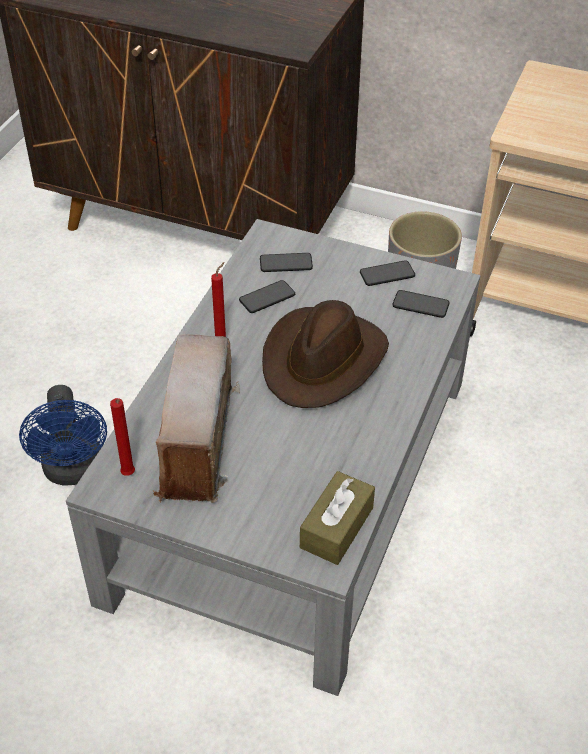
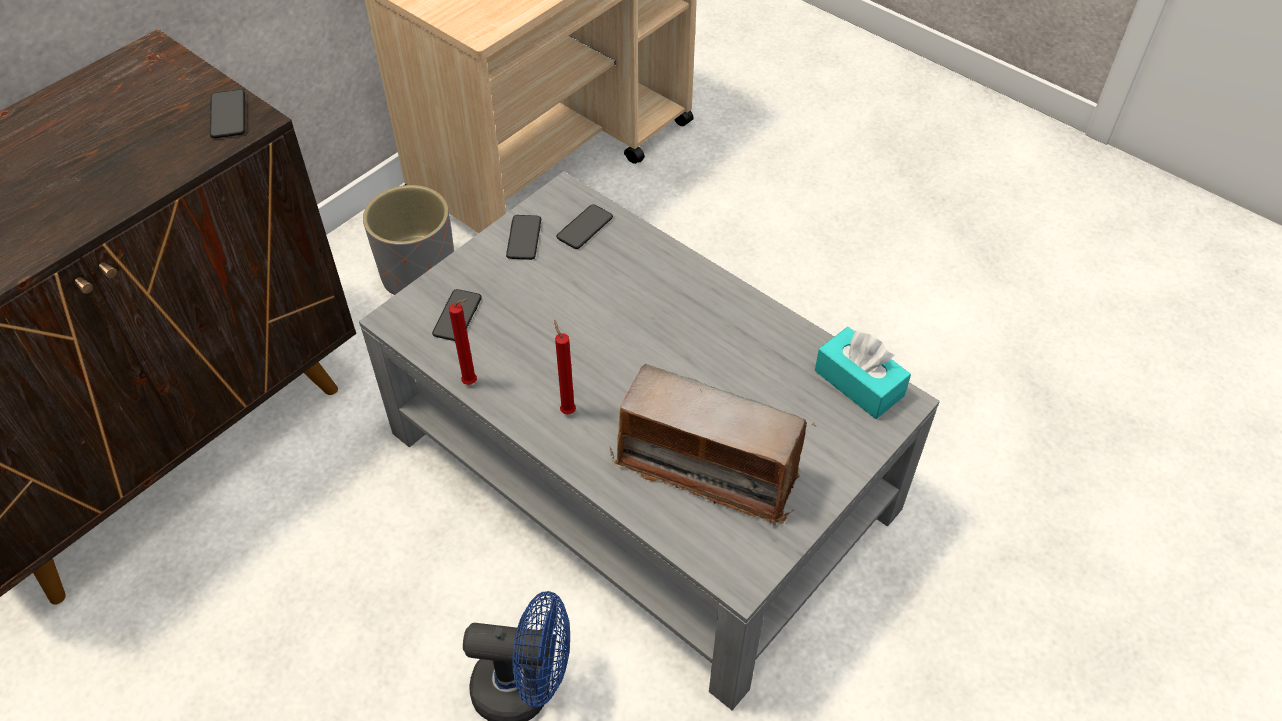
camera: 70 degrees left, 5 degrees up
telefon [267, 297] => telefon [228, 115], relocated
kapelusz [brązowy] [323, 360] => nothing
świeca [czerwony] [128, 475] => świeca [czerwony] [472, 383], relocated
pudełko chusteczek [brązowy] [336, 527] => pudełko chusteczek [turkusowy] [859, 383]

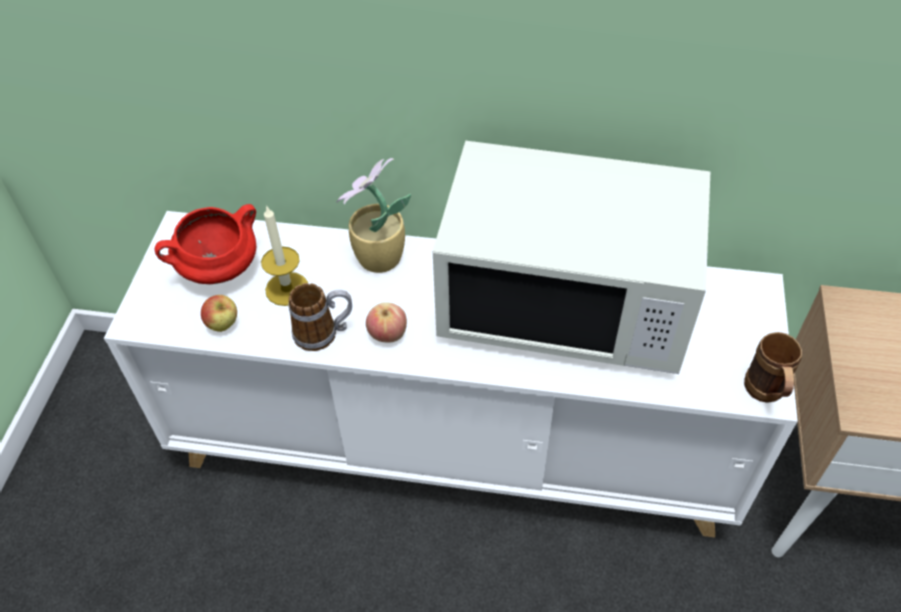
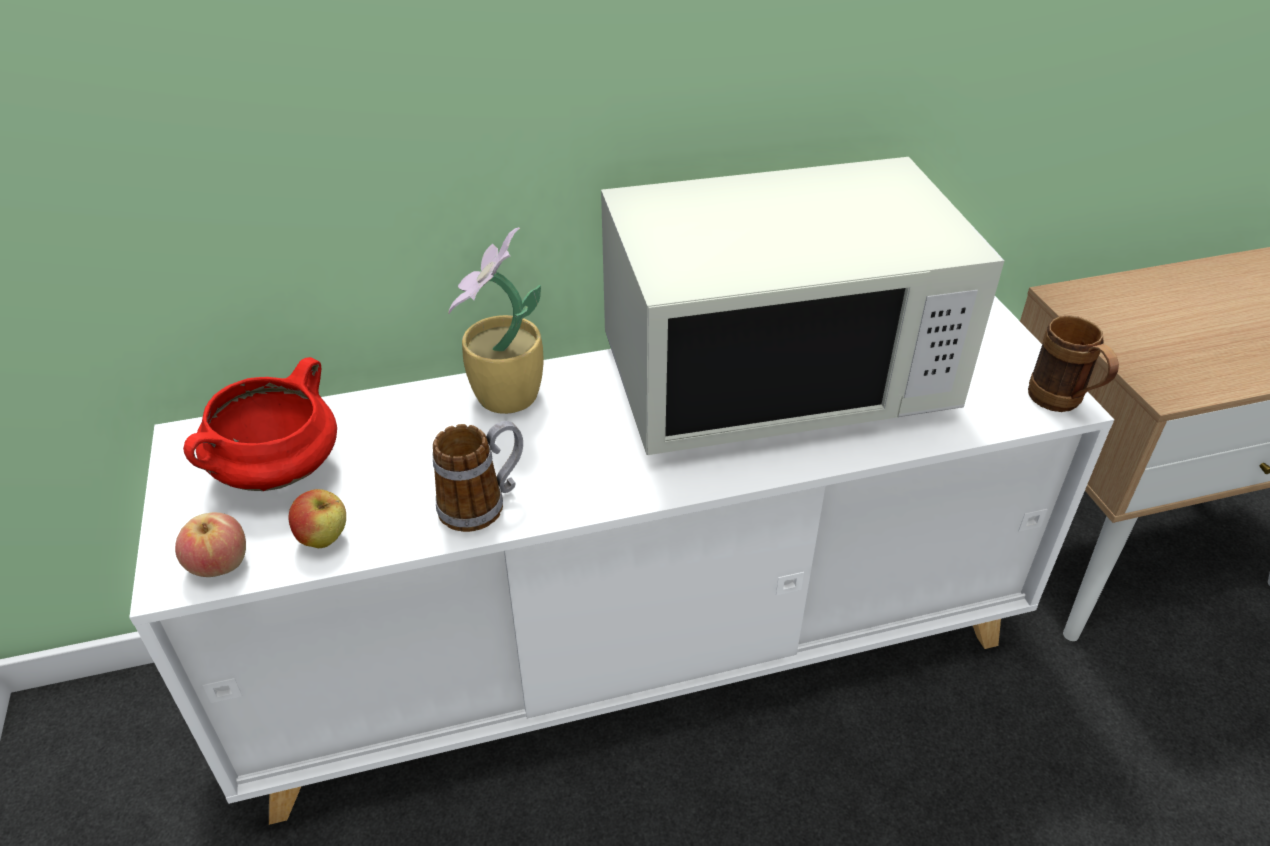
camera: 25 degrees left, 10 degrees down
świeca [287, 289] => nothing
jabłko [387, 334] => jabłko [219, 564], relocated

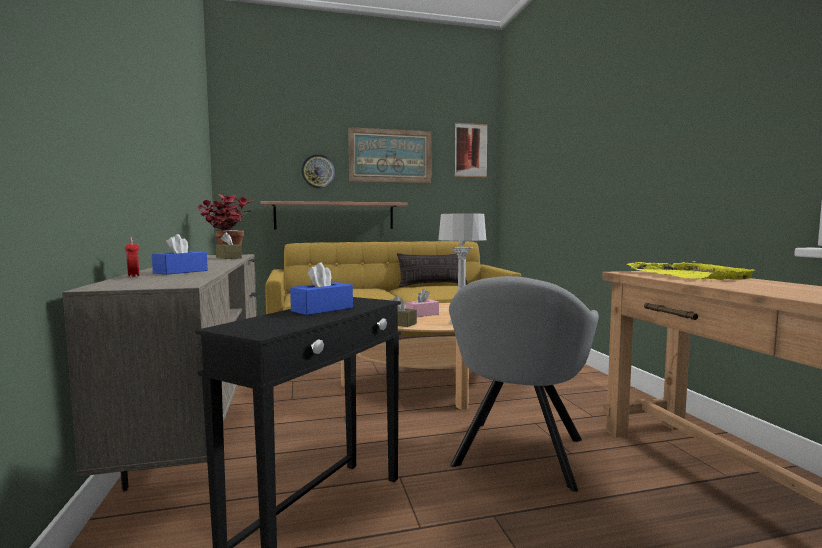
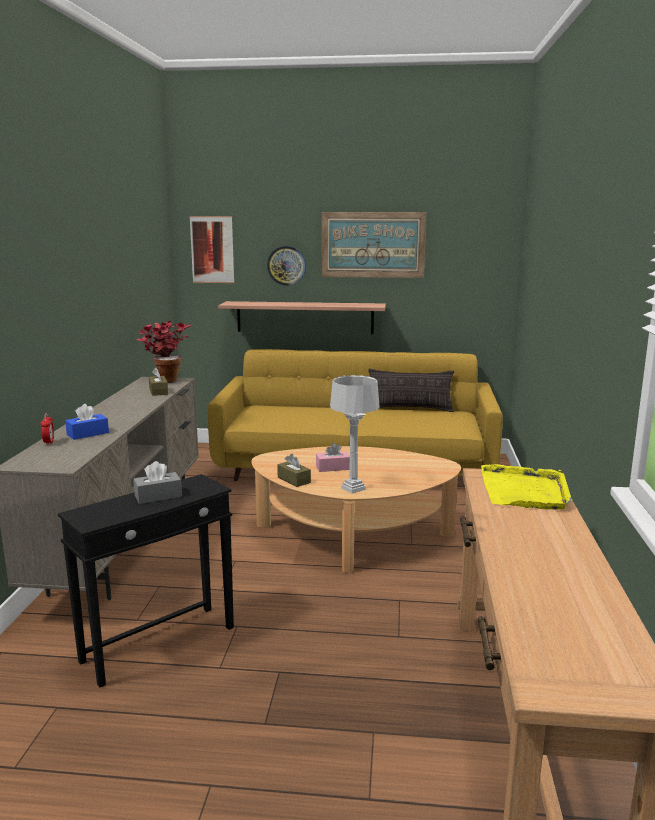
camera: 20 degrees right, 10 degrees up
obraz [470, 150] => obraz [212, 249], relocated
pudełko chusteczek [niebieski] [322, 309] => pudełko chusteczek [szary] [158, 496]
fotel [szary] [517, 455] => nothing

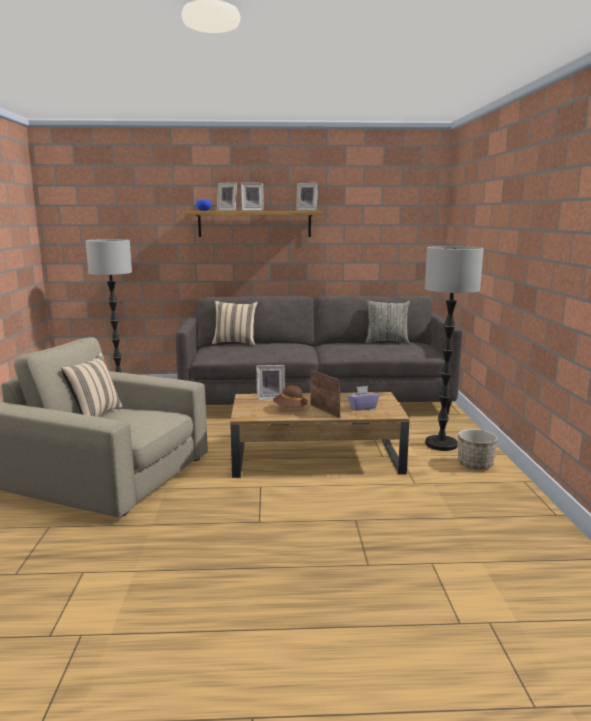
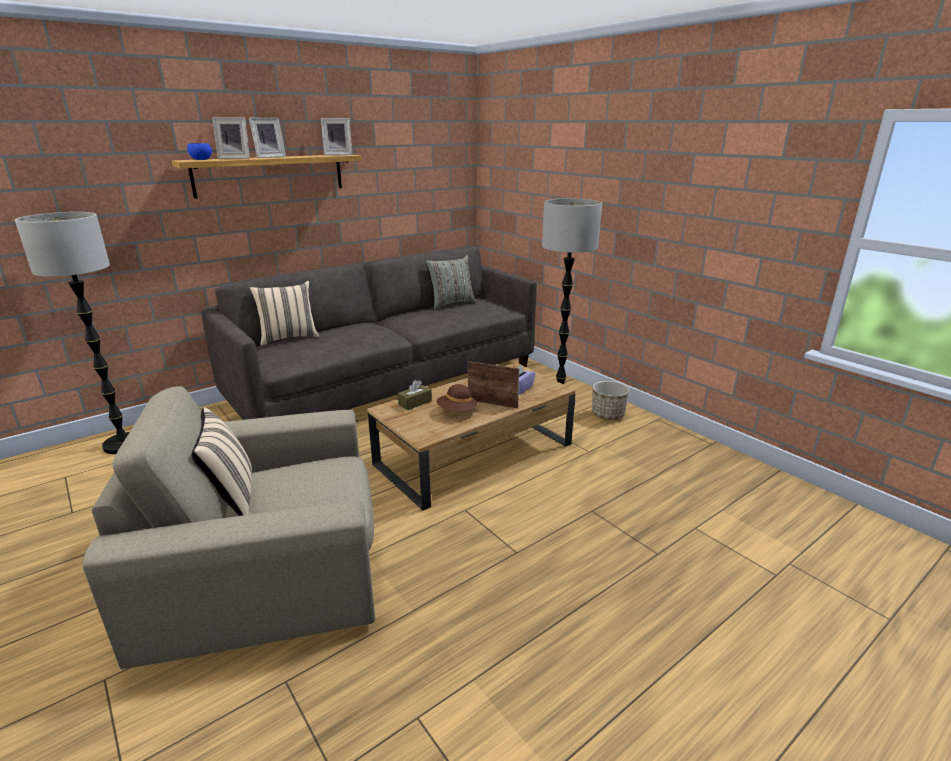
camera: 35 degrees left, 10 degrees up
ramka na zdjęcie [270, 398] => pudełko chusteczek [brązowy] [415, 403]

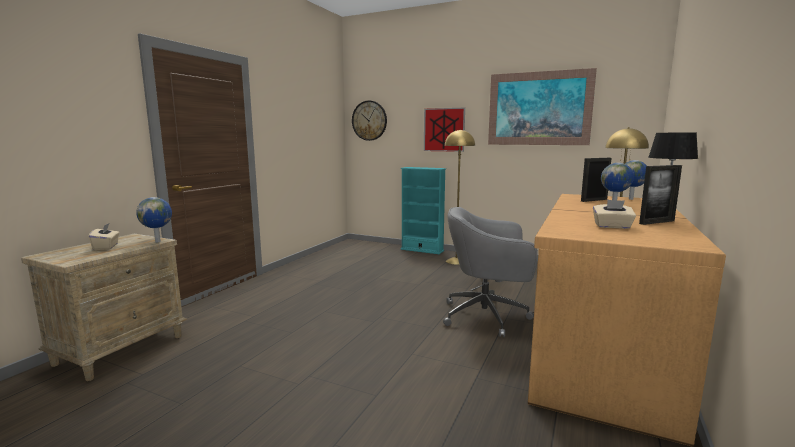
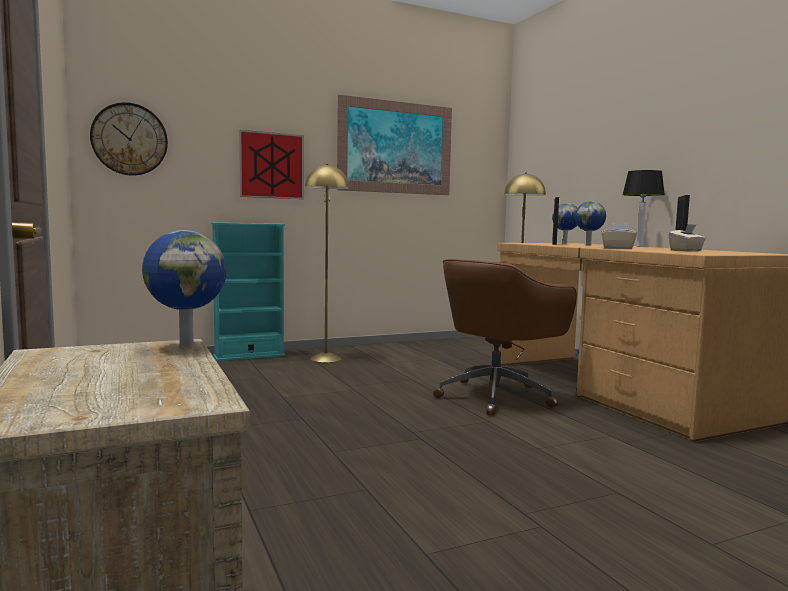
camera: 50 degrees left, 5 degrees down
krzesło biurowe [szary] [487, 316] => krzesło biurowe [brązowy] [497, 396]
pudełko chusteczek [beżowy] [106, 247] => pudełko chusteczek [beżowy] [617, 248], relocated

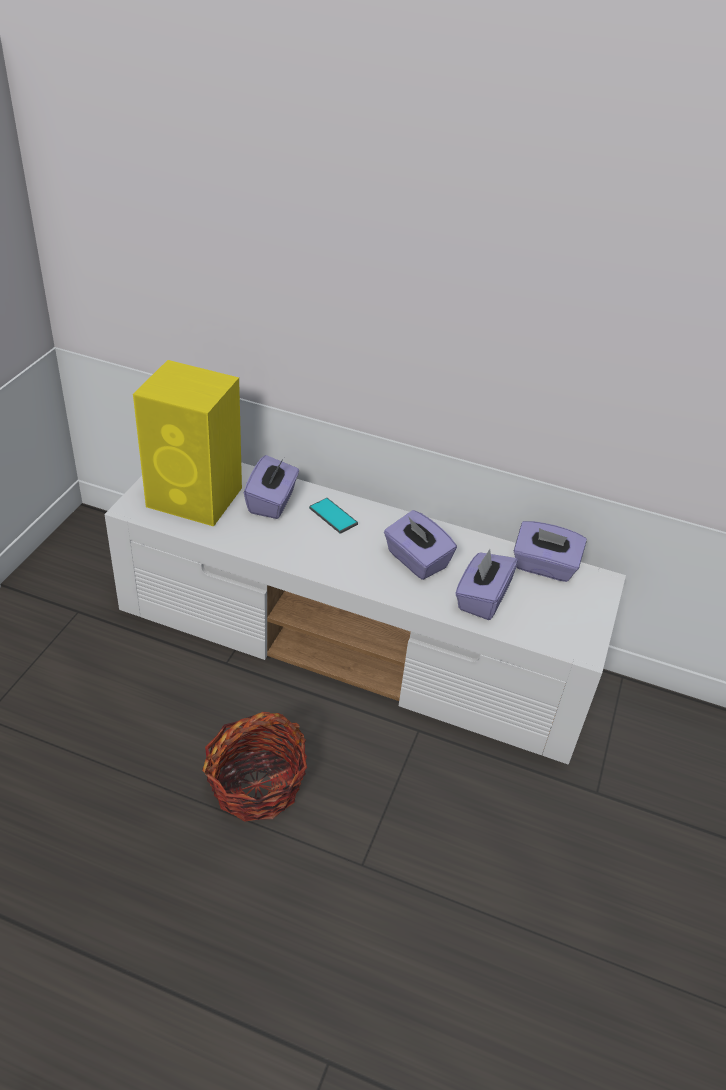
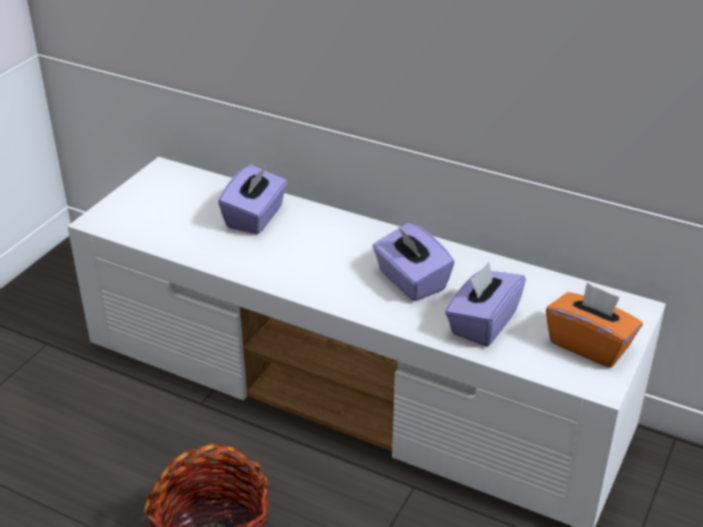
camera: 10 degrees right, 5 degrees down
głośnik [żółty] [196, 498] => nothing
telefon [333, 516] => nothing
pudełko chusteczek [fioletowy] [544, 567] => nothing
nothing => pudełko chusteczek [pomarańczowy] [589, 345]

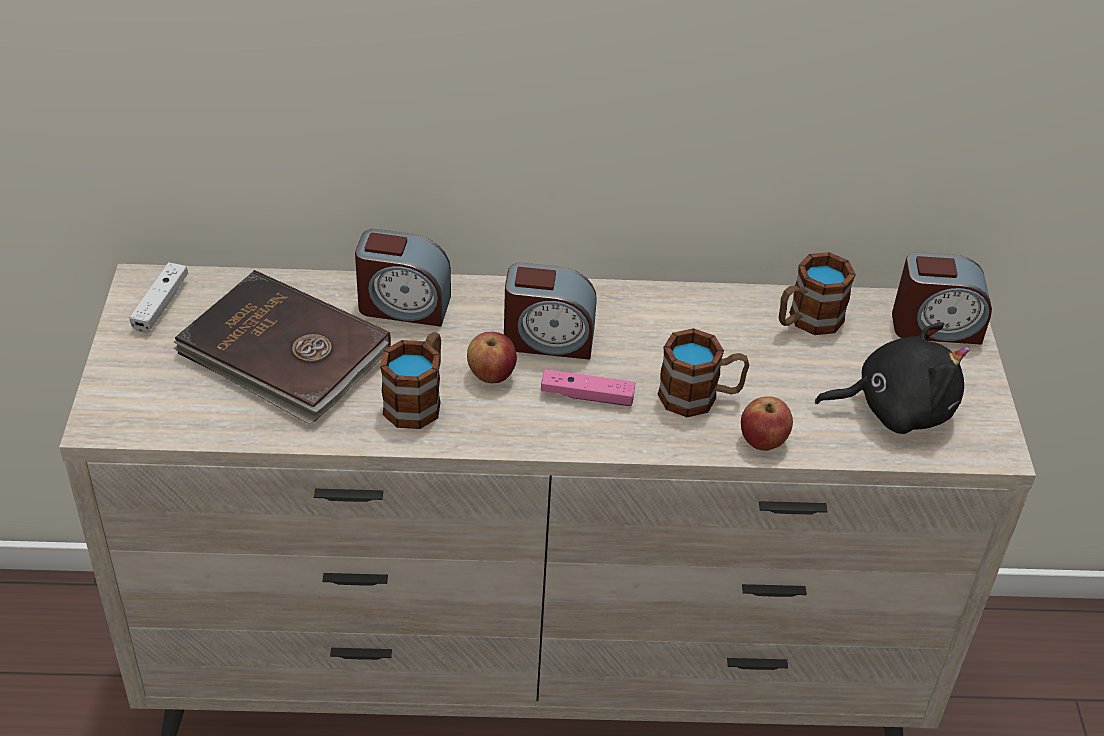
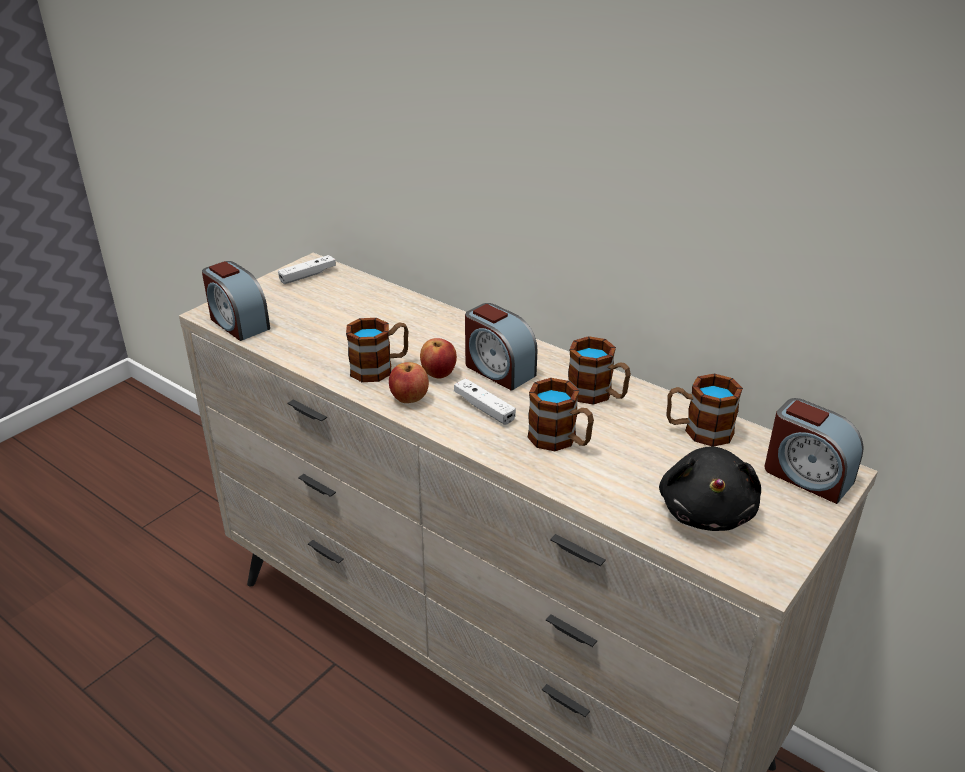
camera: 40 degrees right, 10 degrees down
budzik [403, 306] => budzik [238, 323], relocated
książka [brązowy] [284, 354] => nothing
pluszak [czarny] [895, 408] => pluszak [czarny] [706, 511], 60 degrees clockwise
pad do gier [różowy] [587, 396] => pad do gier [biały] [484, 408]
jabłko [763, 441] => jabłko [409, 399], relocated
nothing => kubek [597, 395]

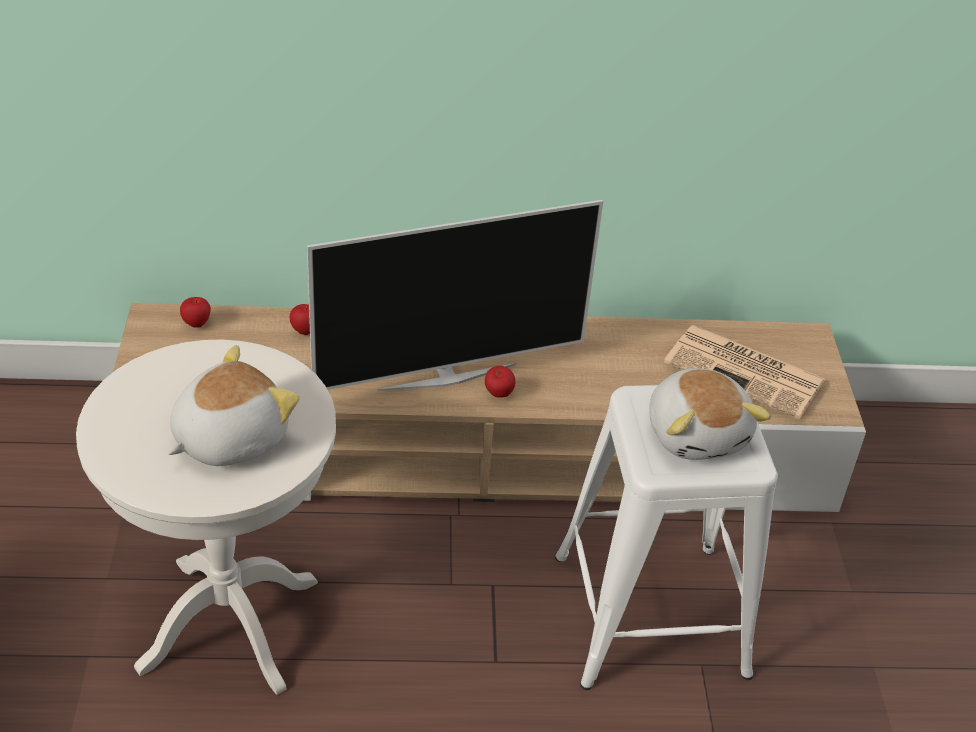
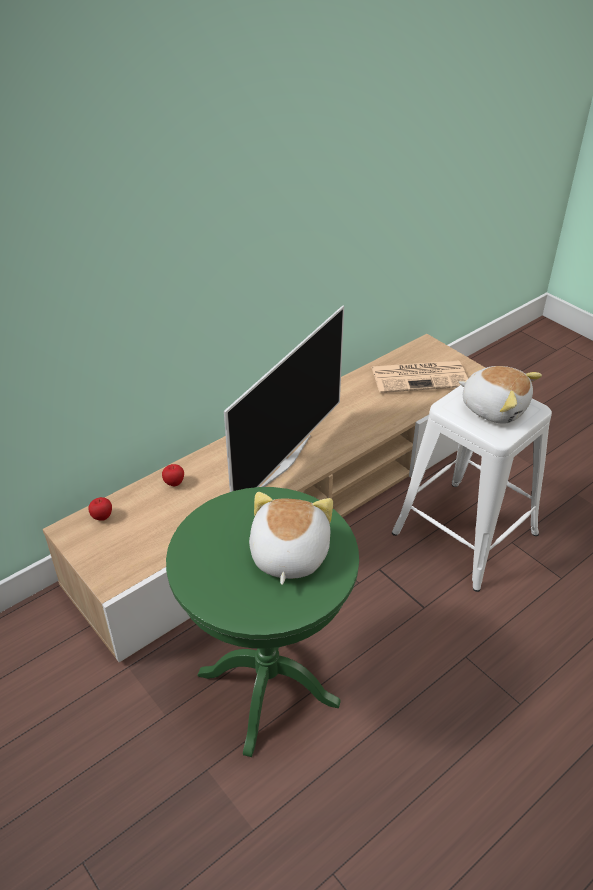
camera: 35 degrees left, 0 degrees up
stolik [biały] [229, 624] => stolik [zielony] [268, 688]
jabłko [498, 394] => nothing

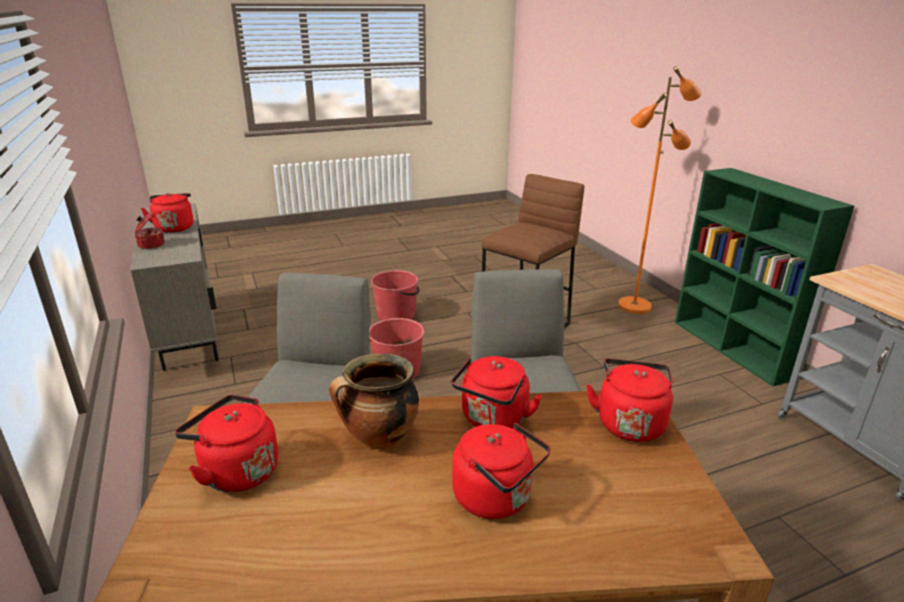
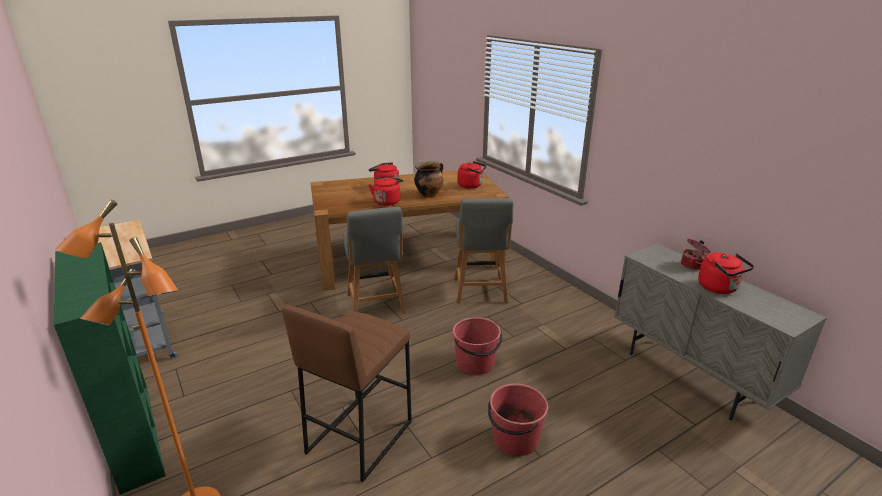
camera: 170 degrees right, 0 degrees up
czajnik [czerwony] [629, 422] => nothing

